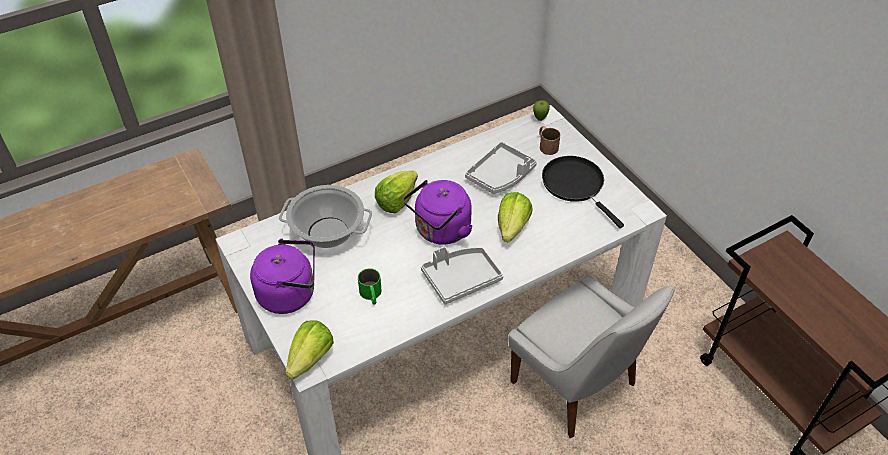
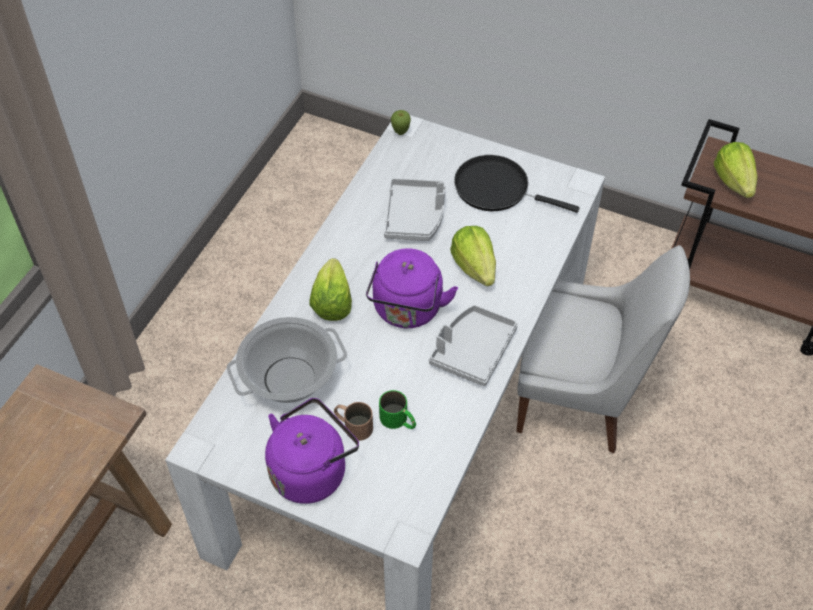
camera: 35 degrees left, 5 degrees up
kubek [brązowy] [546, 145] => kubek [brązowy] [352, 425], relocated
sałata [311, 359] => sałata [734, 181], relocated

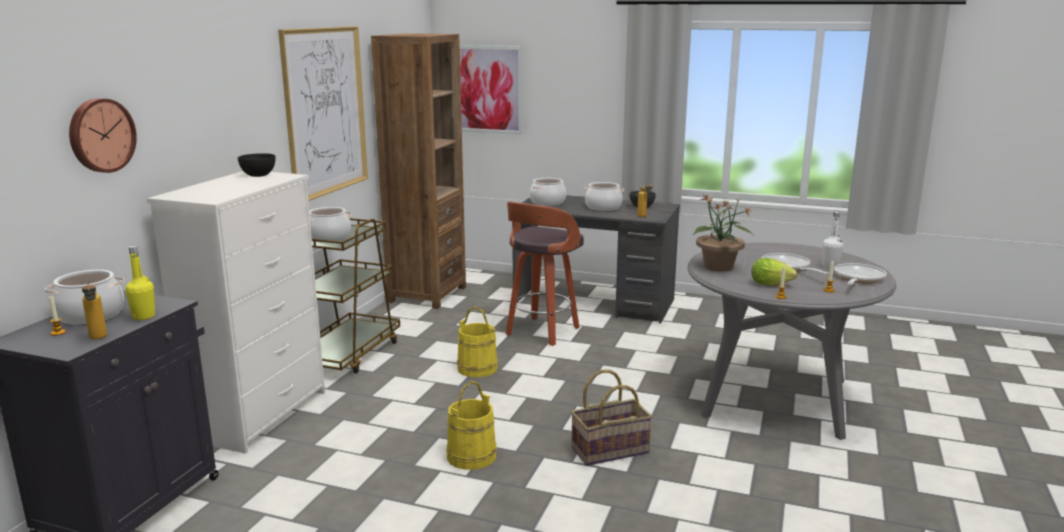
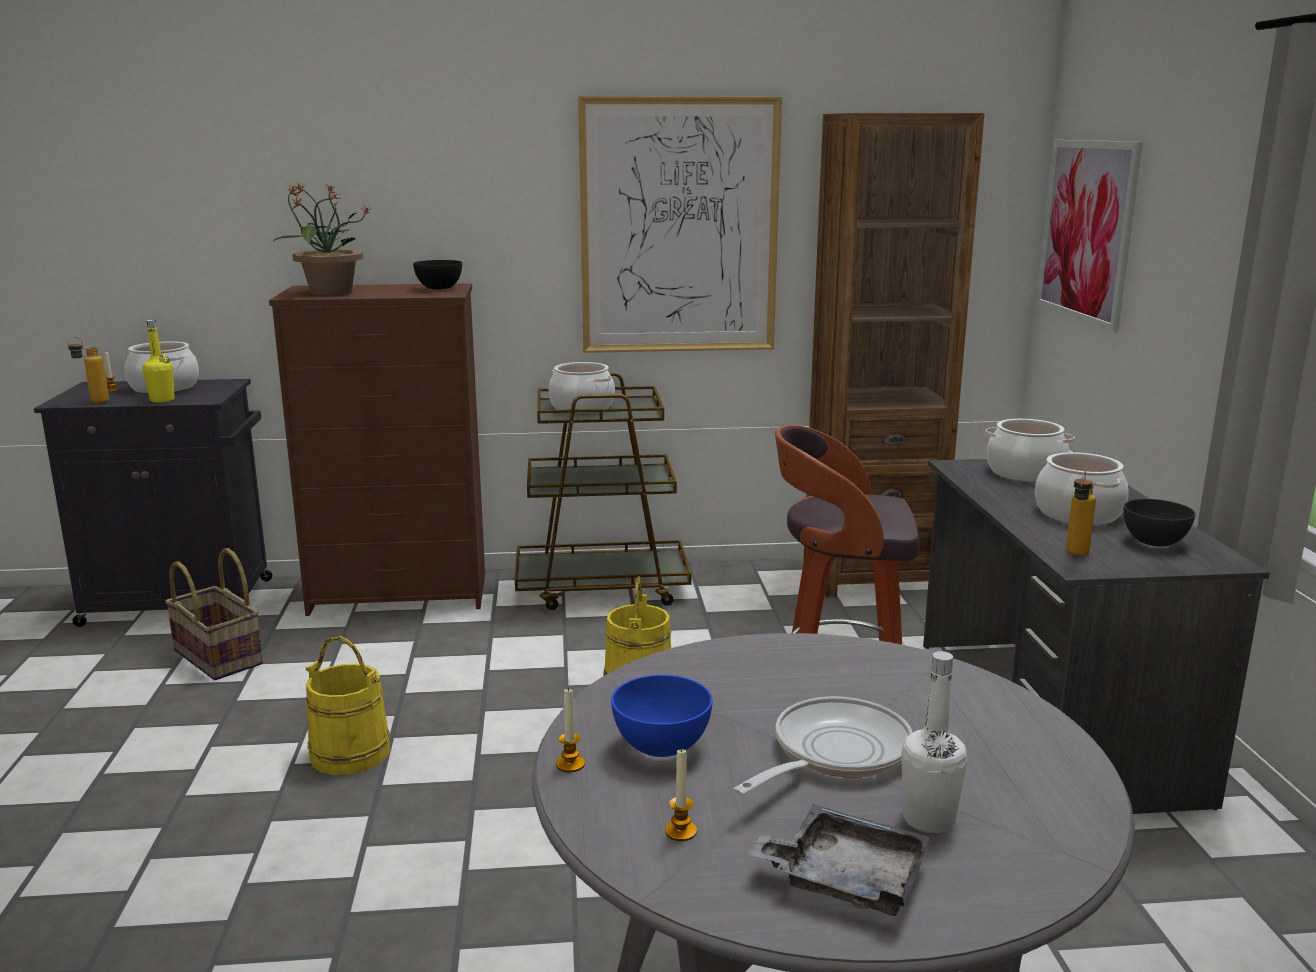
camera: 65 degrees right, 0 degrees up
zegar ścienny [100, 135] => nothing
komoda [biały] [261, 415] => komoda [brązowy] [401, 594]
roślina doniczkowa [718, 267] => roślina doniczkowa [329, 292], relocated
sałata [773, 285] => miska [niebieski] [662, 746]
patelnia [857, 279] => taca [szary] [845, 877]
koszyk [610, 449] => koszyk [220, 657], relocated

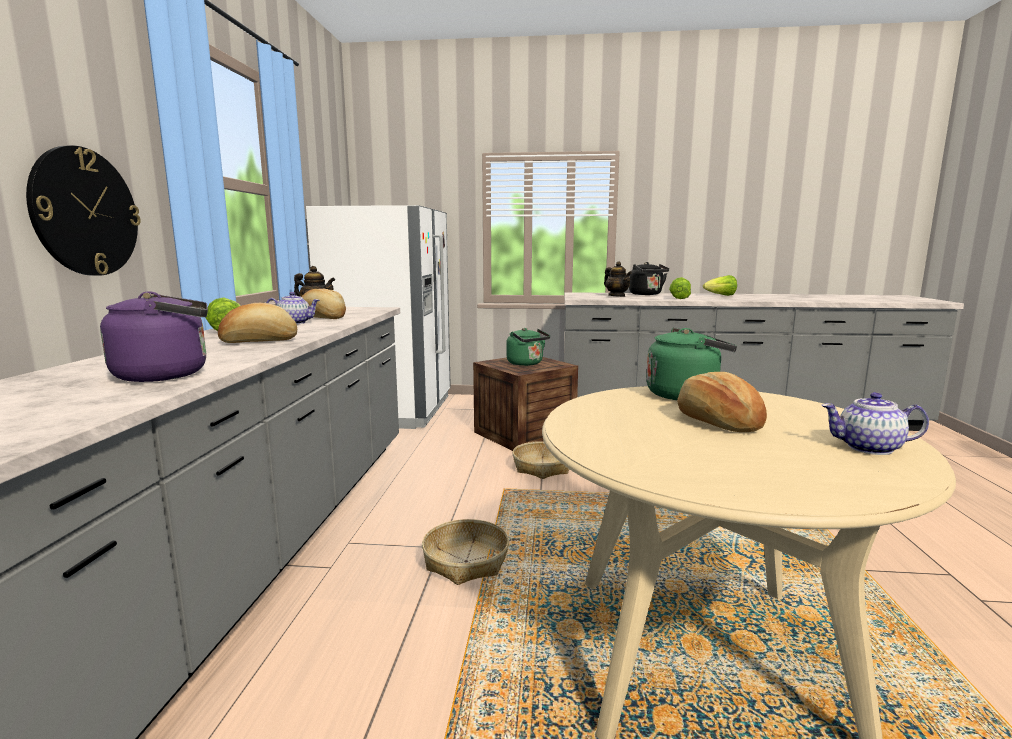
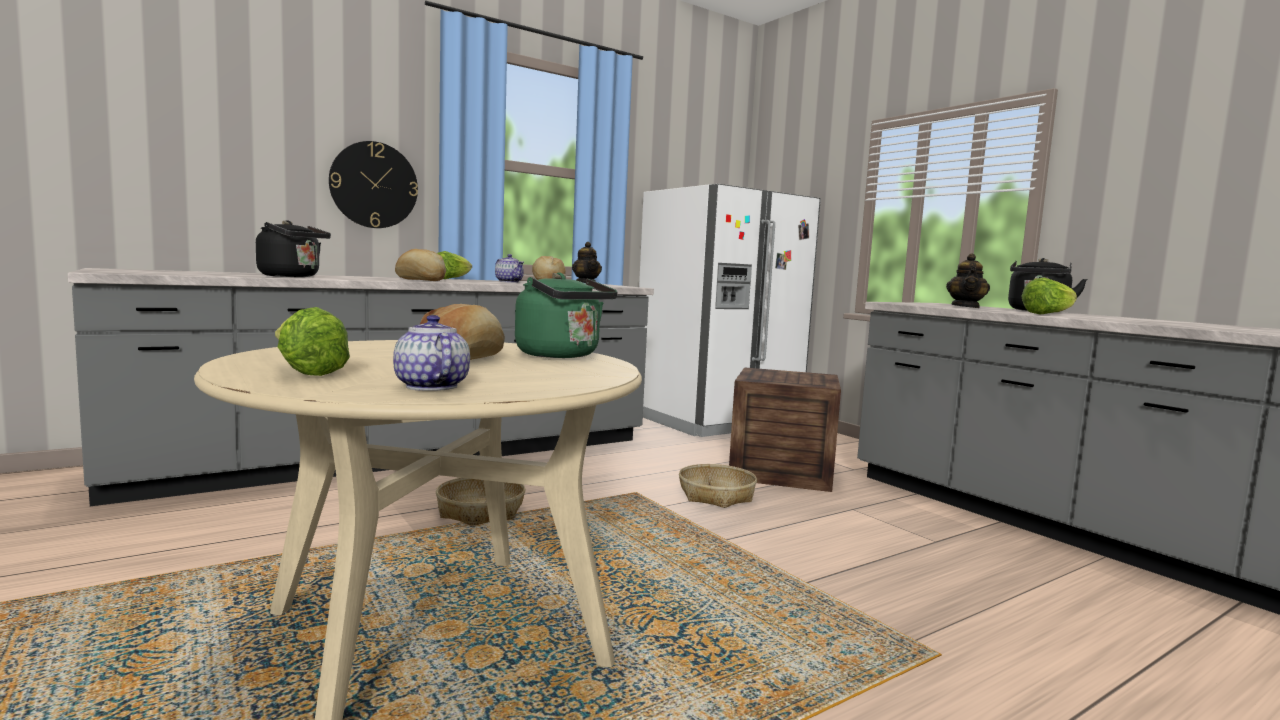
camera: 50 degrees right, 5 degrees down
sałata [720, 295] => sałata [306, 372], relocated
czajnik [fioletowy] [168, 374] => czajnik [czarny] [292, 276]
czajnik [zielony] [526, 363] => nothing

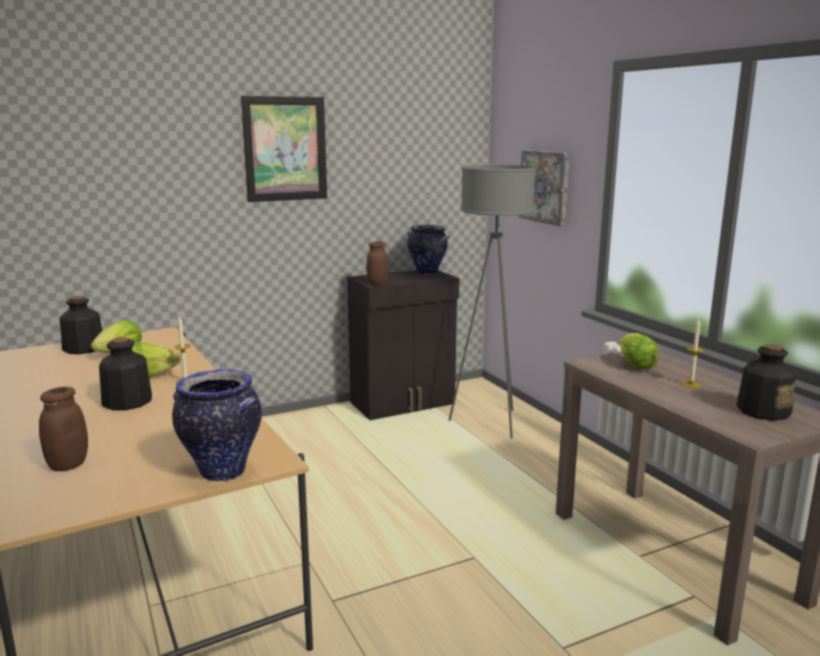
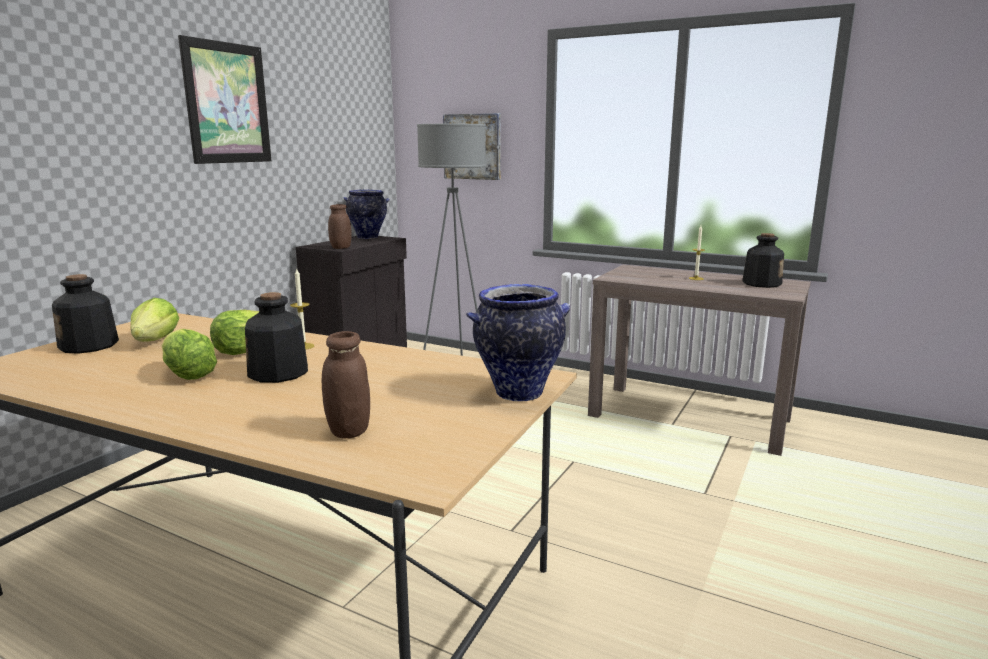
camera: 35 degrees left, 0 degrees up
sałata [635, 365] => sałata [188, 375], relocated

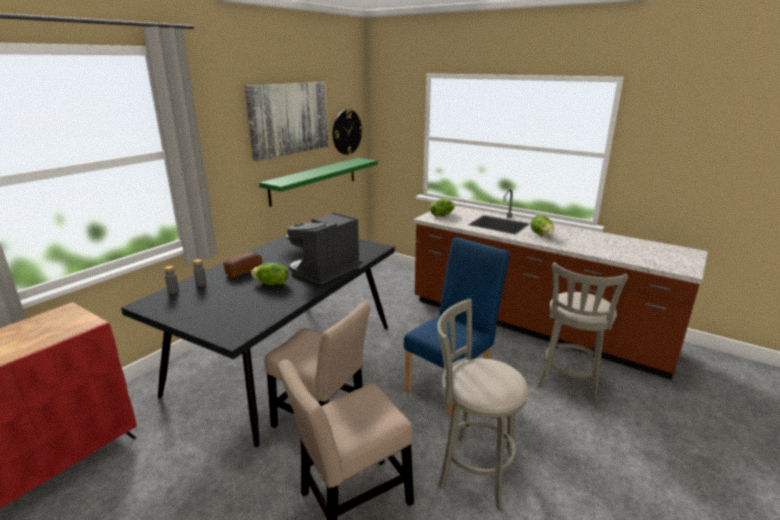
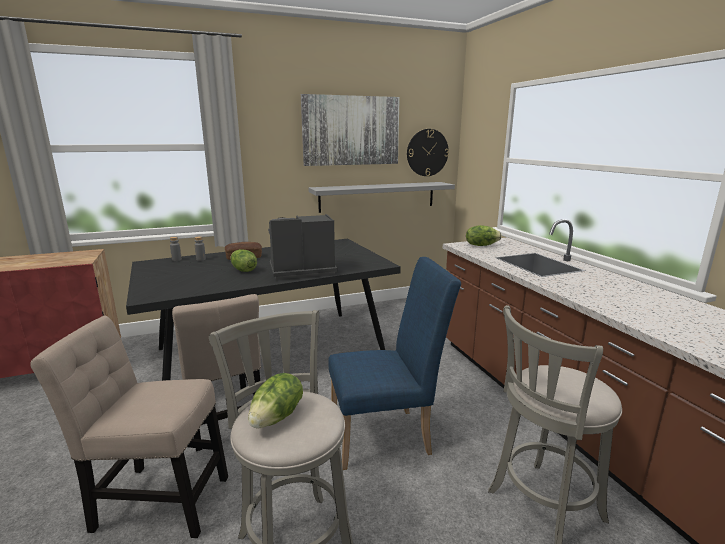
camera: 35 degrees right, 5 degrees down
półka [zielony] [314, 180] => półka [szary] [377, 196]
sałata [541, 234] => sałata [277, 417], relocated

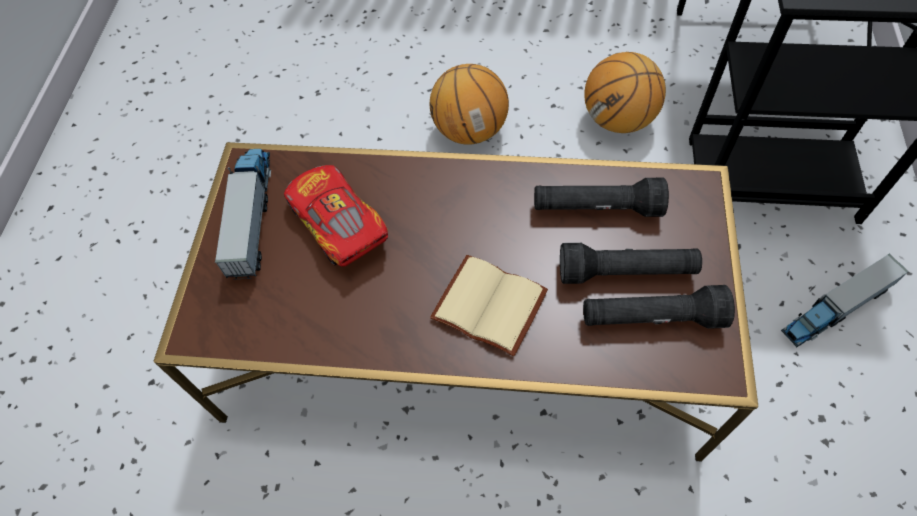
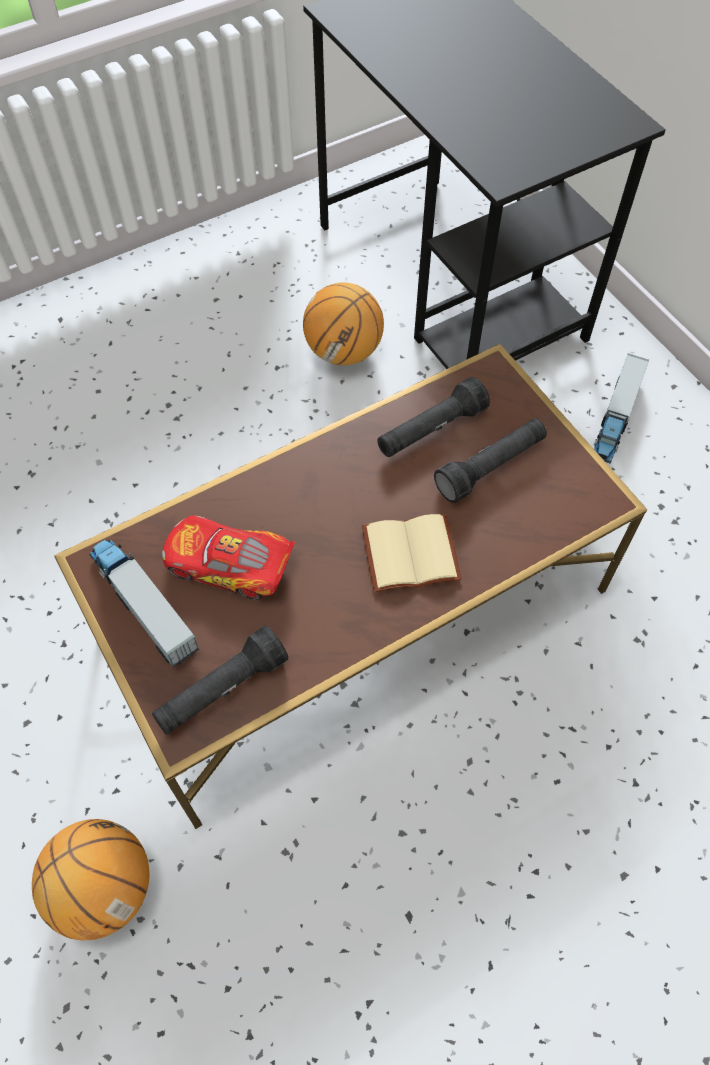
camera: 40 degrees left, 0 degrees up
piłka do koszykówki [469, 130] => piłka do koszykówki [103, 888], relocated
latarka [czarny] [651, 318] => latarka [czarny] [221, 690], relocated

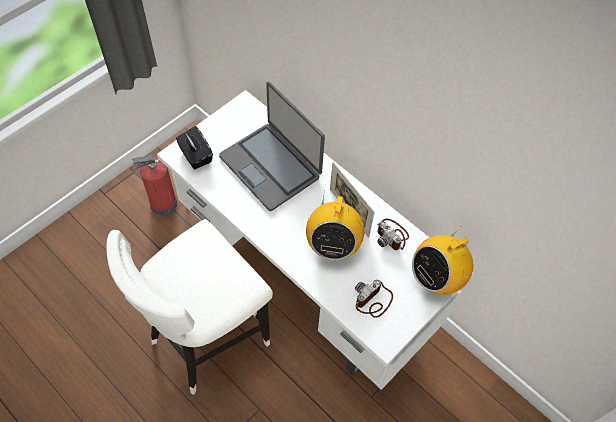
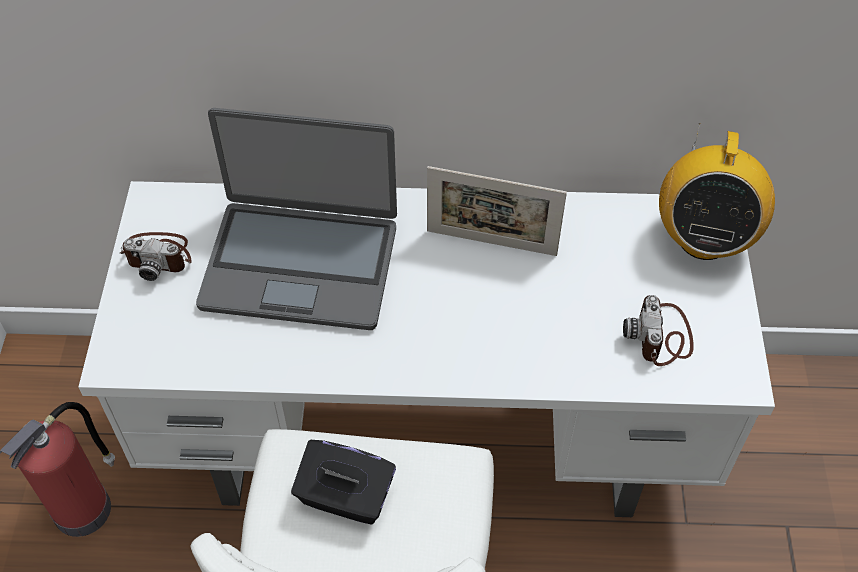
camera: 40 degrees left, 5 degrees down
pudełko chusteczek [czarny] [195, 155] => pudełko chusteczek [czarny] [345, 497], relocated
radio [333, 245] => nothing
aparat fotograficzny [392, 236] => aparat fotograficzny [159, 255], relocated

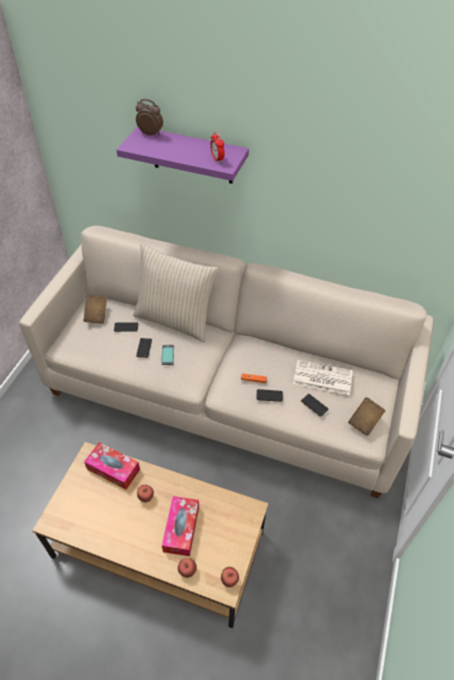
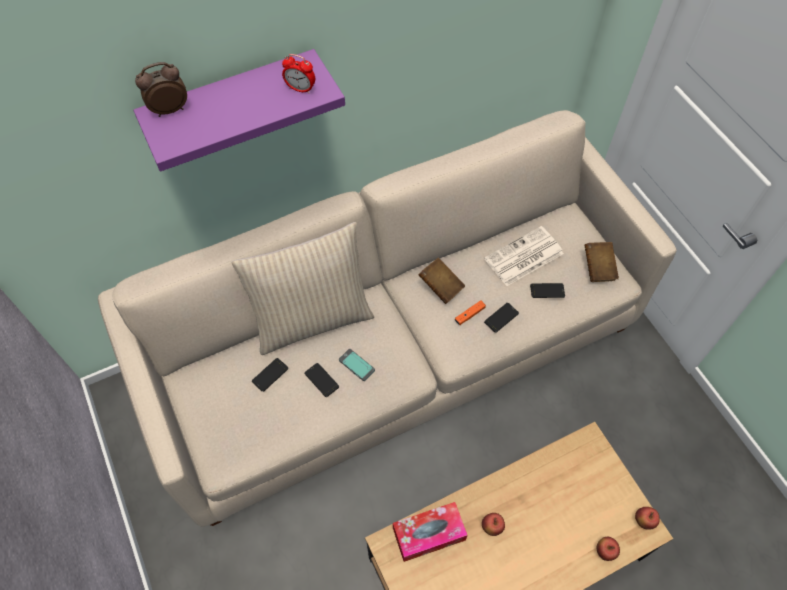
camera: 45 degrees left, 10 degrees up
książka [brązowy] [96, 314] => książka [brązowy] [441, 286], relocated
pudełko chusteczek [181, 529] => nothing

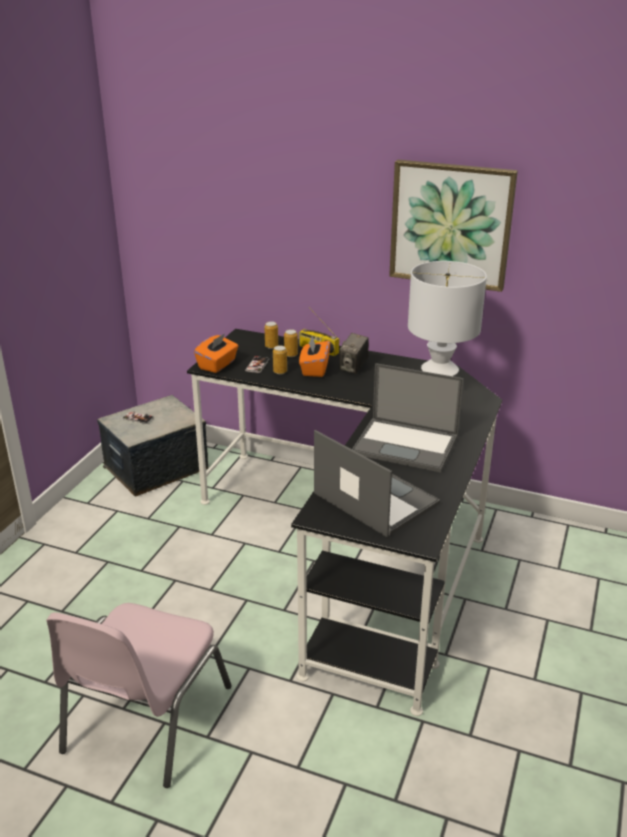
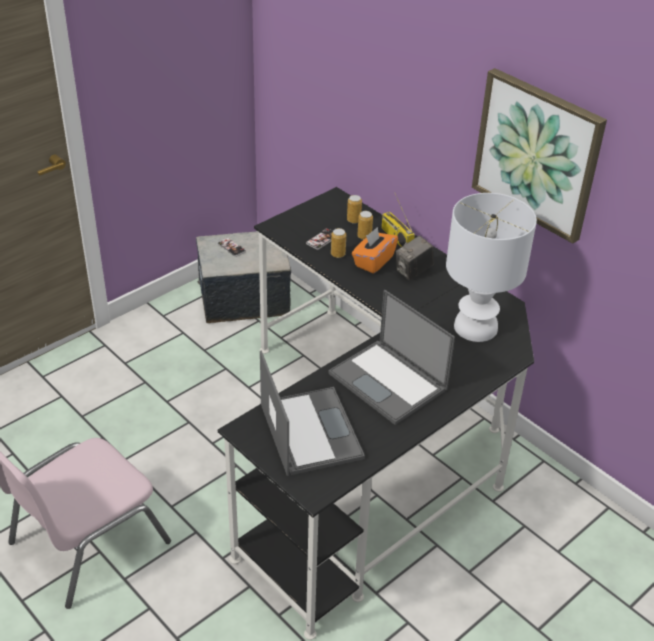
camera: 25 degrees right, 10 degrees up
pudełko chusteczek [pomarańczowy] [217, 365] => nothing

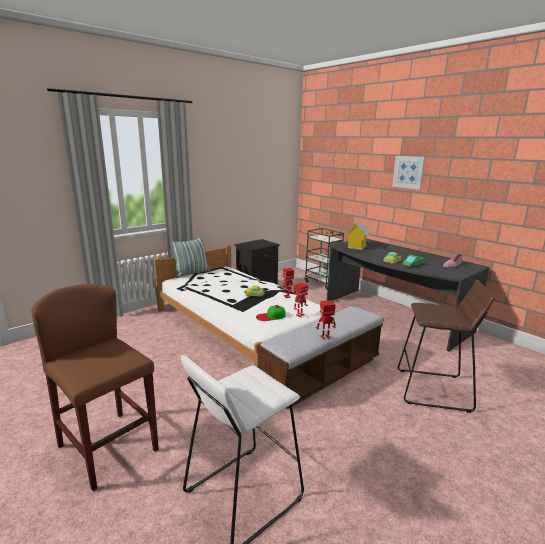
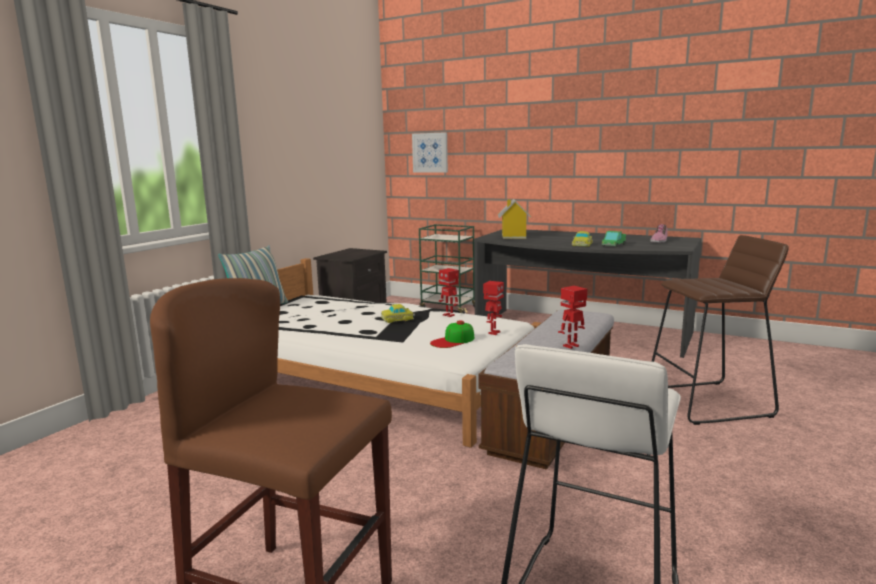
camera: 20 degrees left, 5 degrees down
obraz [408, 172] => obraz [430, 152], relocated

